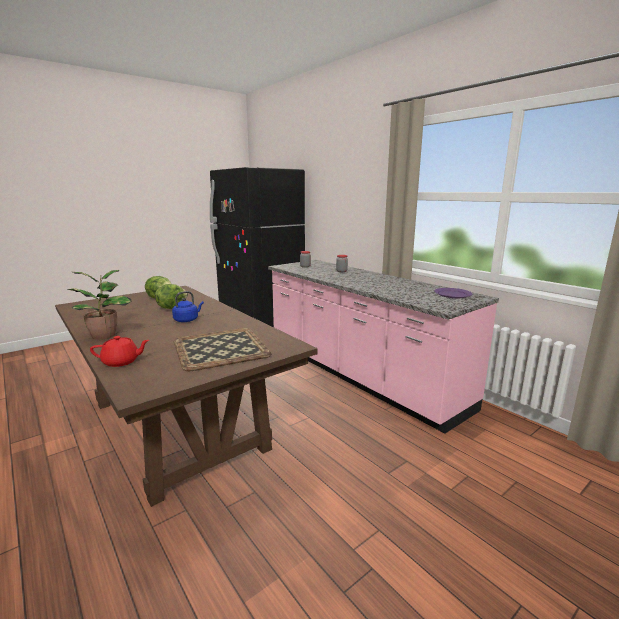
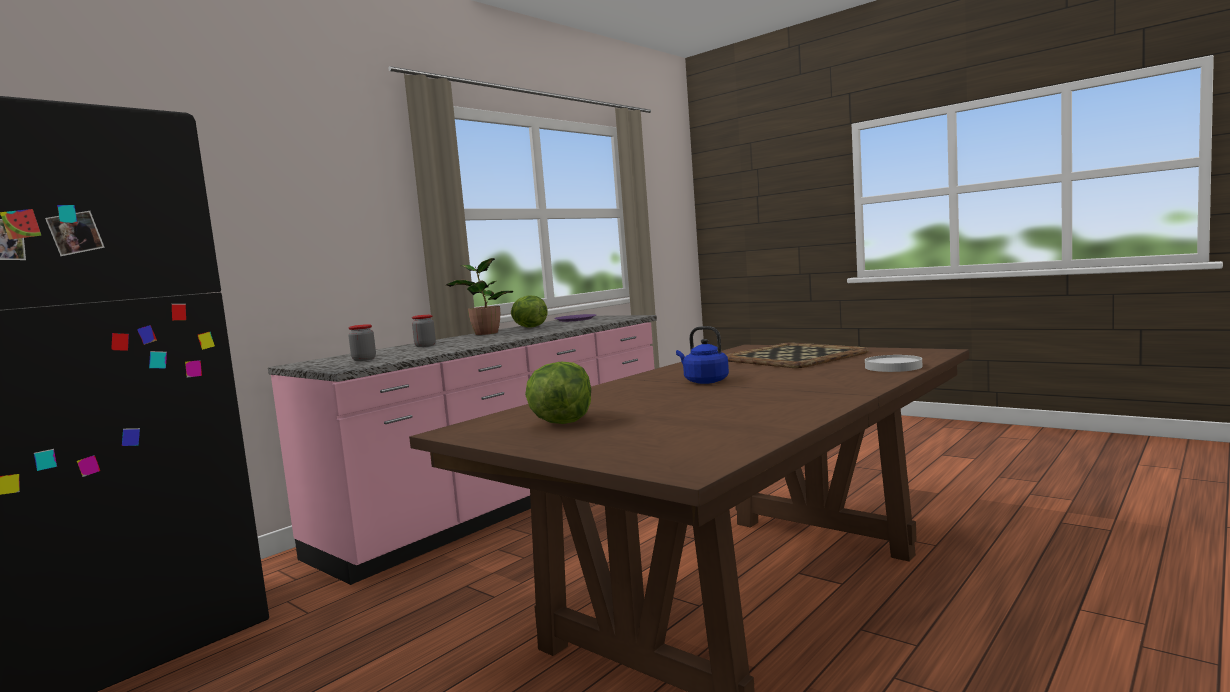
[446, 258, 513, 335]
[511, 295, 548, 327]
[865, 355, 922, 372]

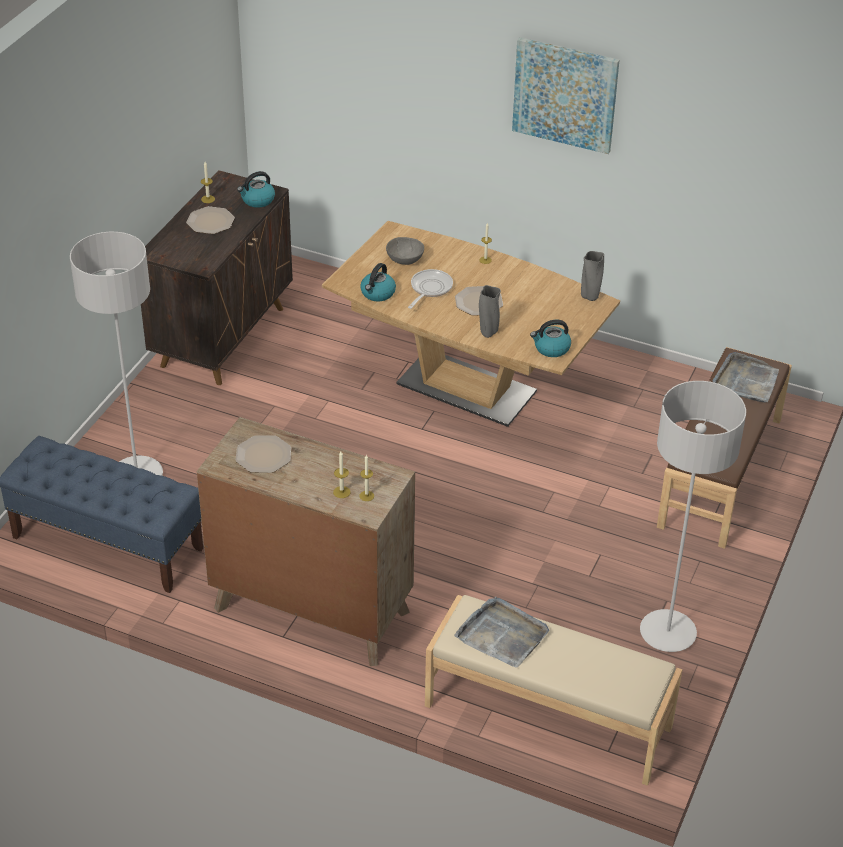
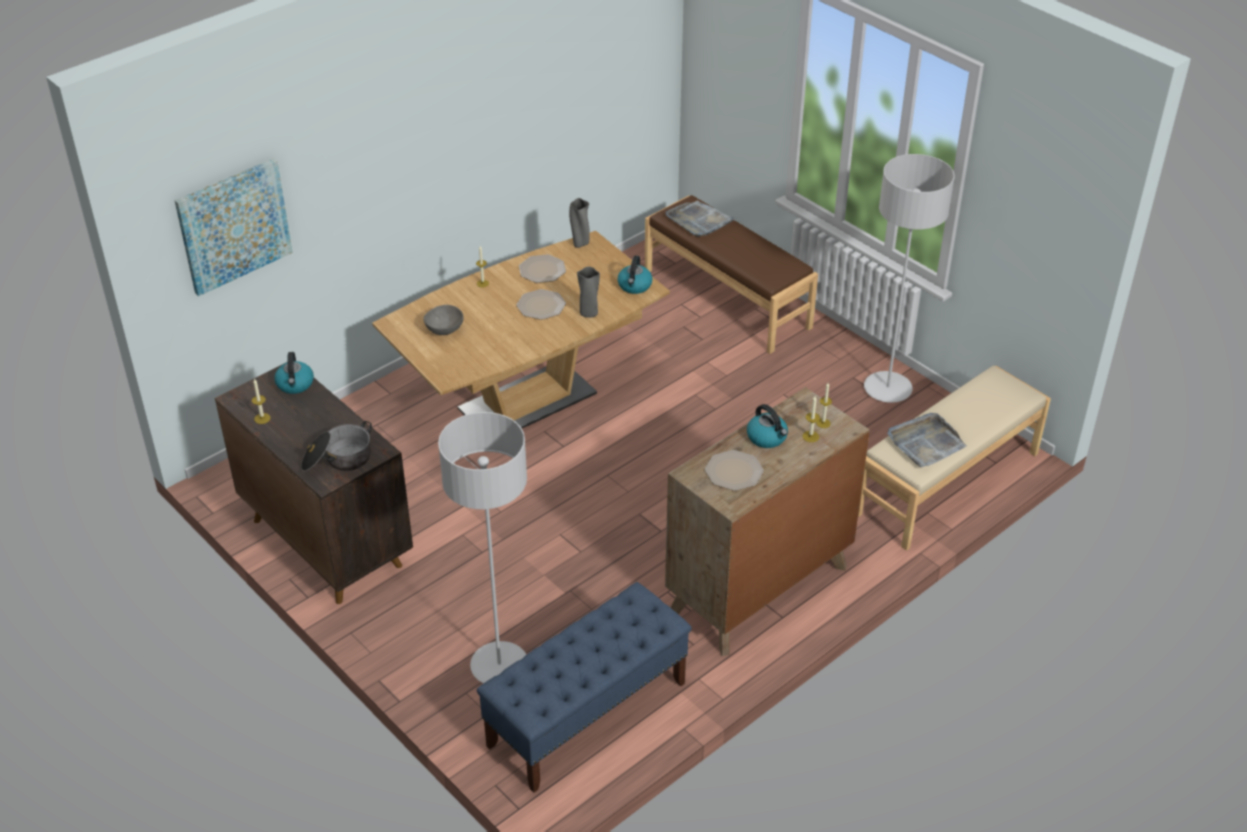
[175, 158, 293, 296]
[301, 421, 372, 471]
[519, 254, 566, 283]
[747, 404, 788, 448]
[408, 269, 453, 309] (first image)

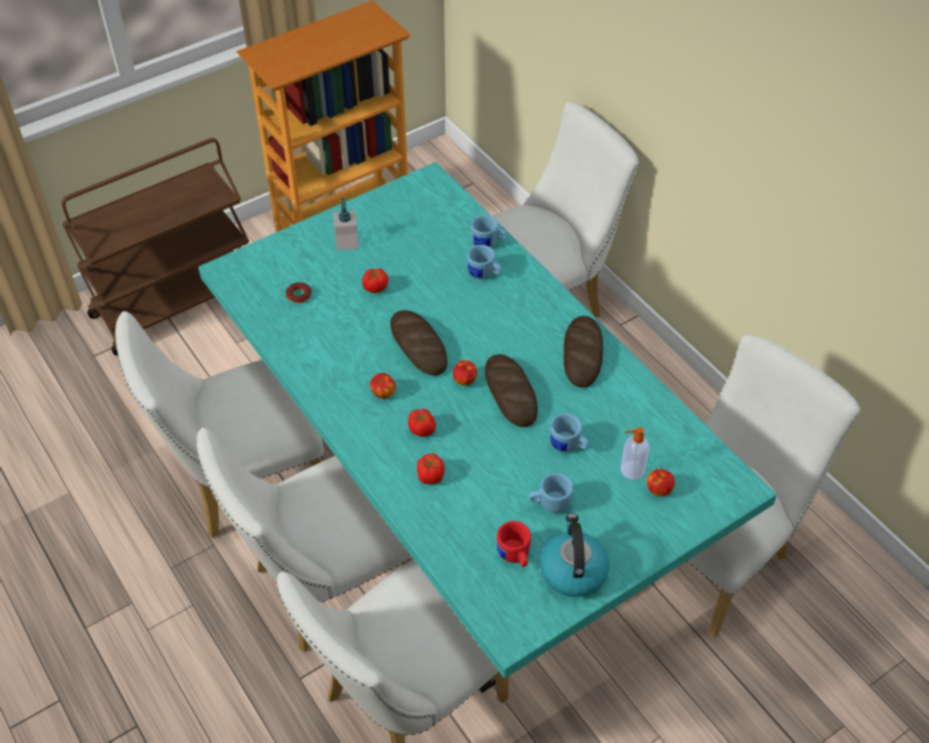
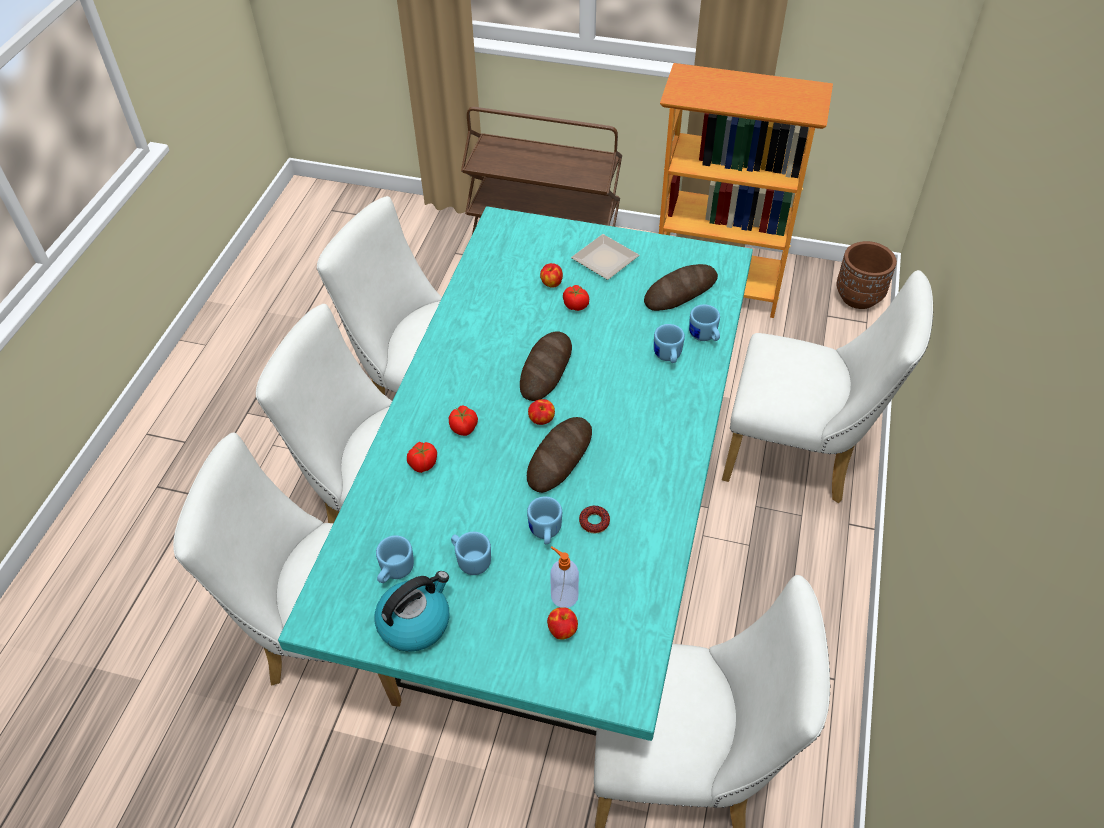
[376, 535, 414, 583]
[540, 263, 563, 288]
[571, 234, 639, 280]
[579, 506, 610, 534]
[644, 264, 718, 311]
[836, 241, 897, 309]

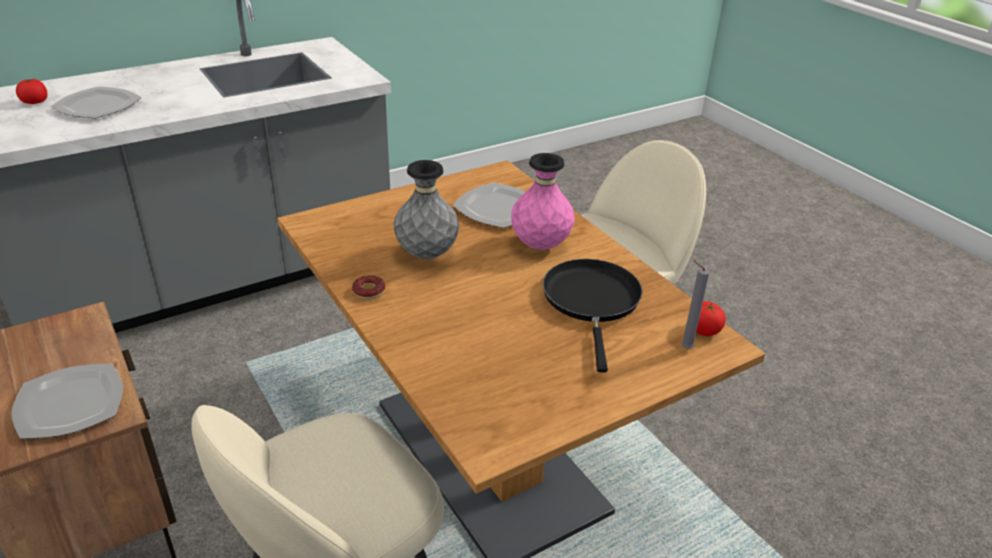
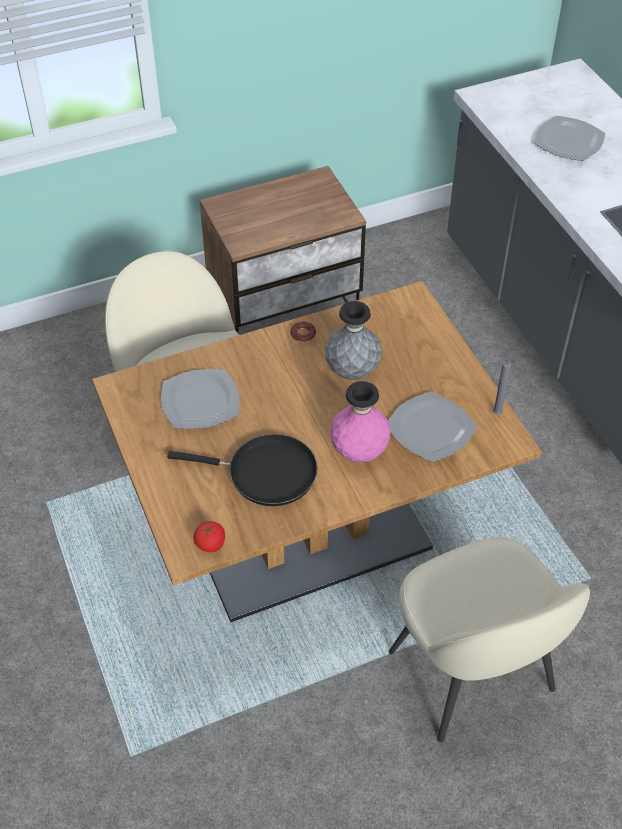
[161, 369, 240, 429]
[493, 352, 511, 415]
[16, 78, 47, 104] (first image)

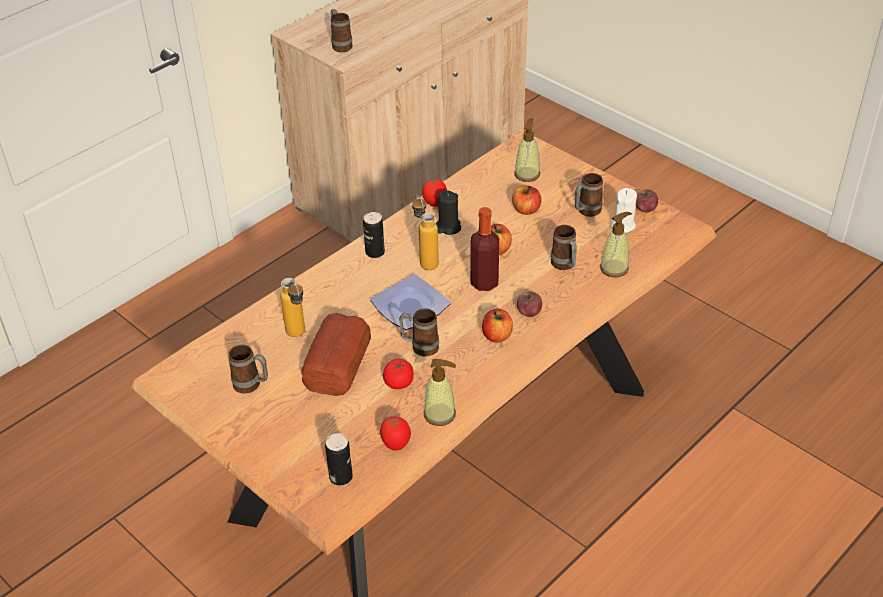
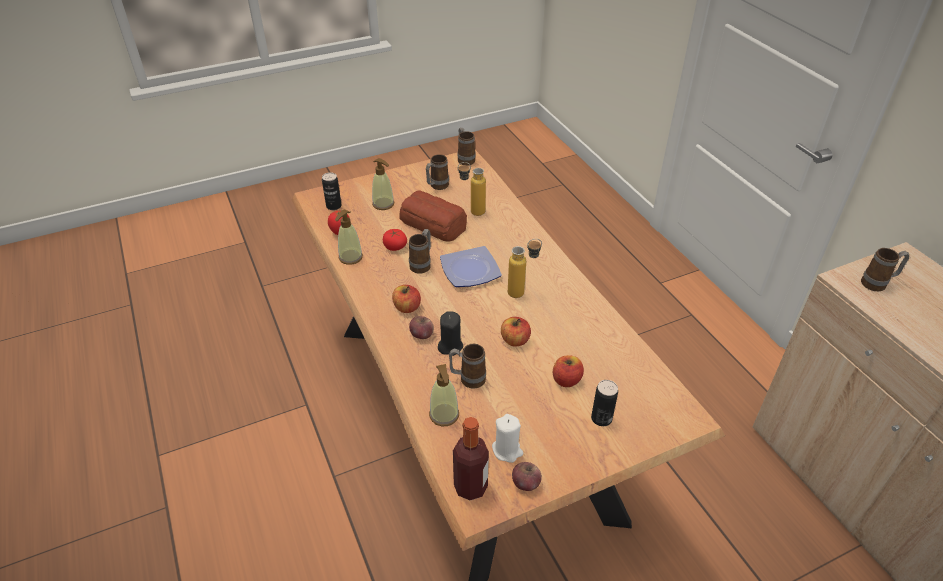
[372, 158, 394, 210]
[438, 311, 463, 356]
[453, 417, 489, 500]
[457, 128, 476, 166]
[591, 380, 618, 426]
[422, 179, 447, 207] (first image)

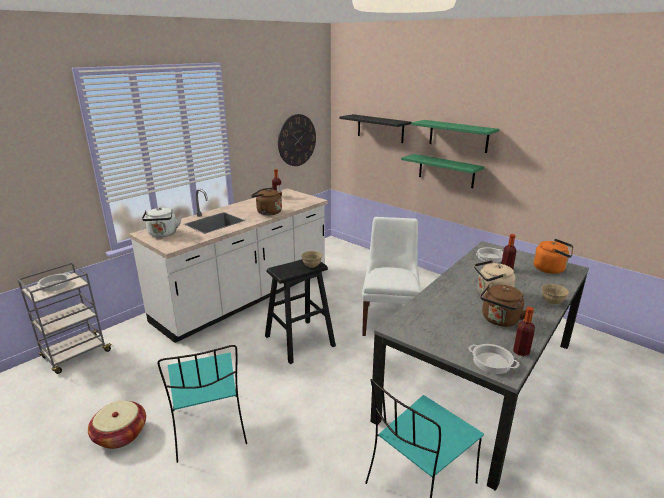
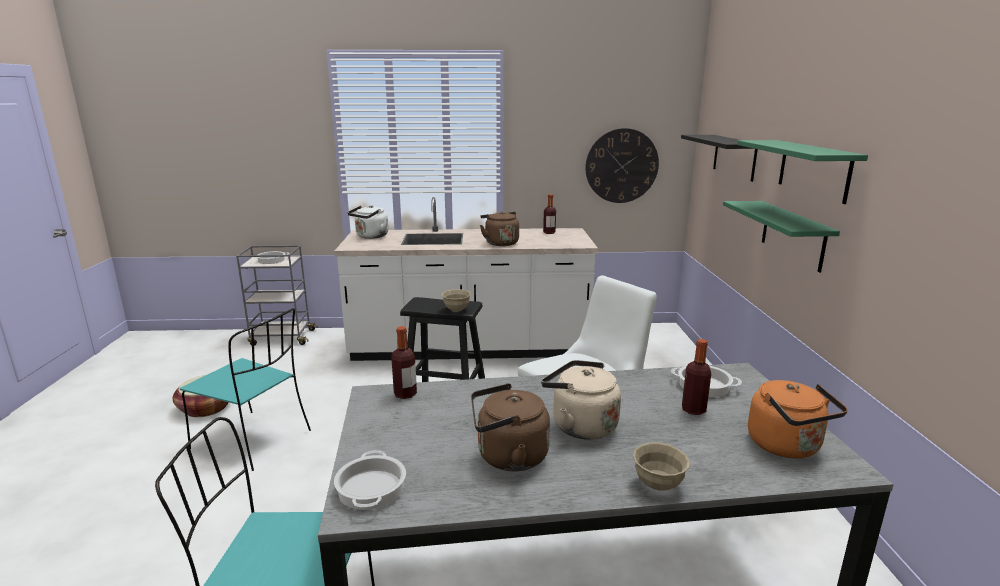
[180, 308, 311, 471]
[391, 326, 417, 399]

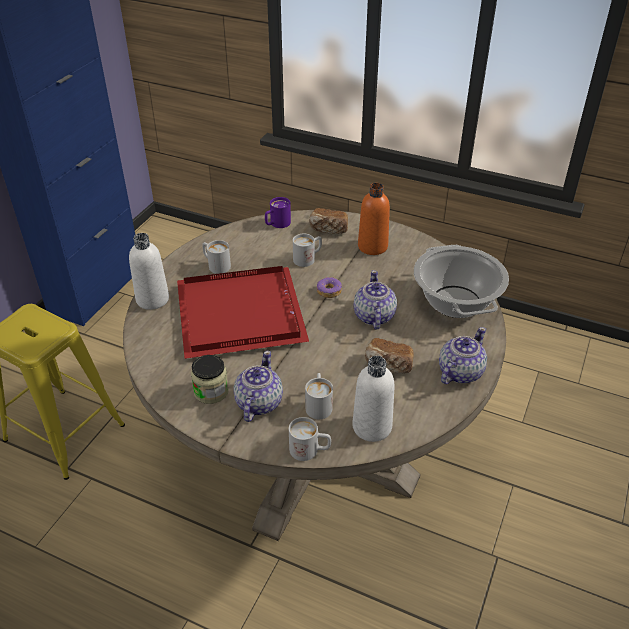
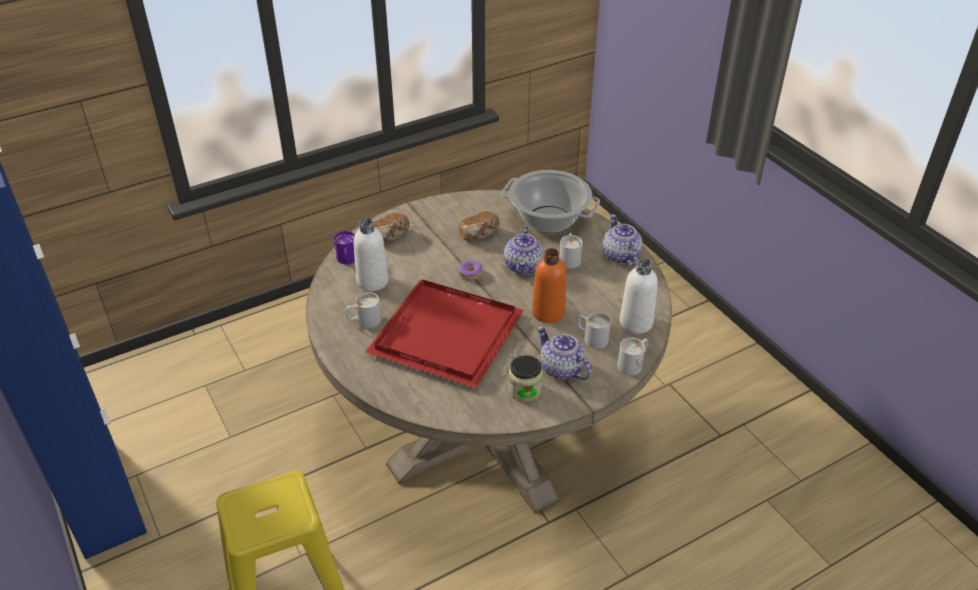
[354, 218, 389, 291]
[459, 211, 500, 242]
[504, 226, 544, 276]
[532, 248, 566, 323]
[559, 233, 583, 269]

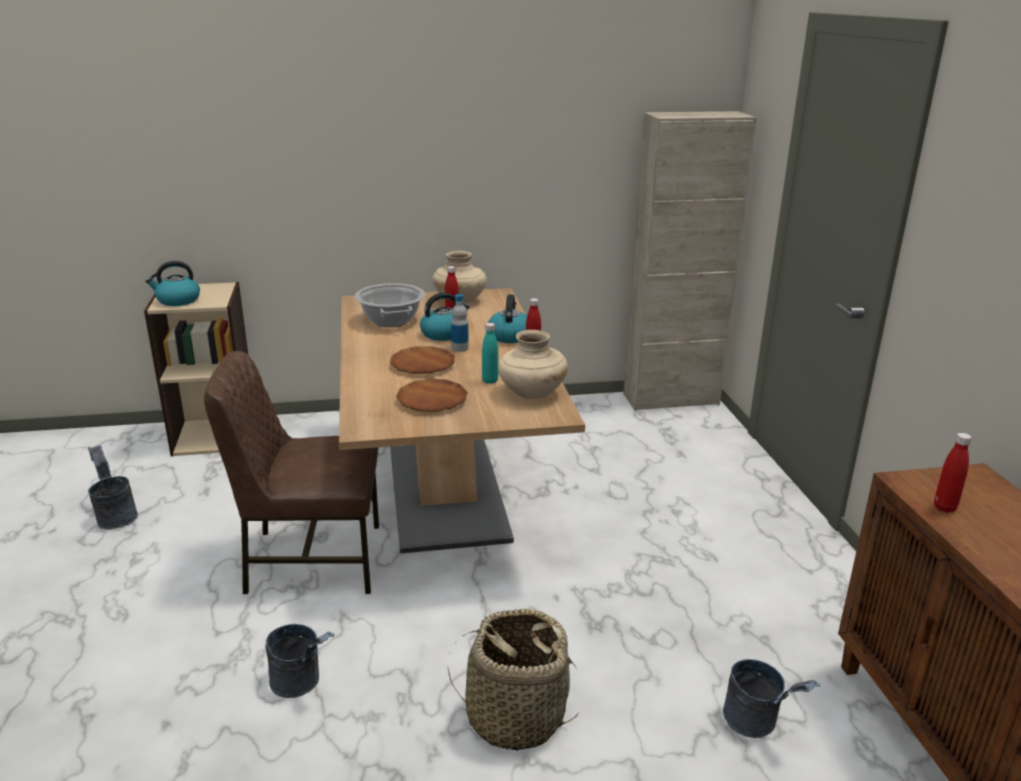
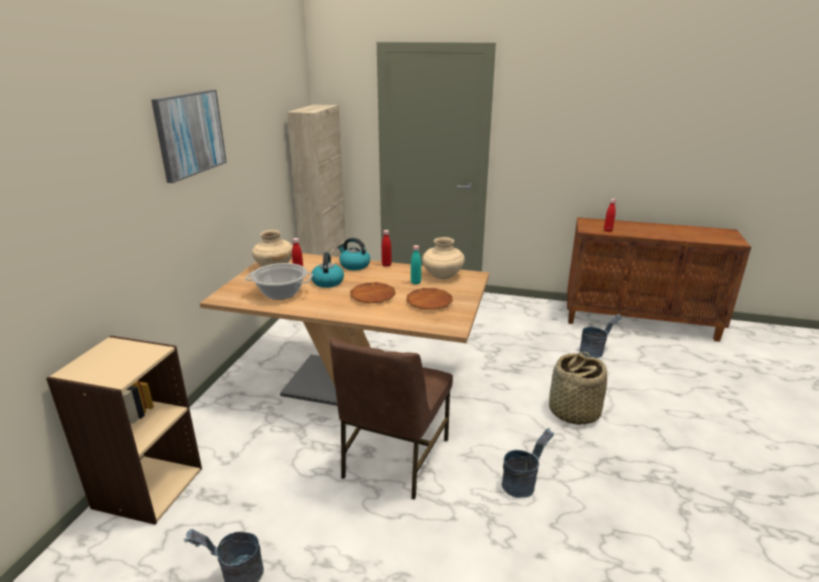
[151, 90, 227, 183]
[145, 261, 200, 306] (first image)
[451, 294, 469, 352] (first image)

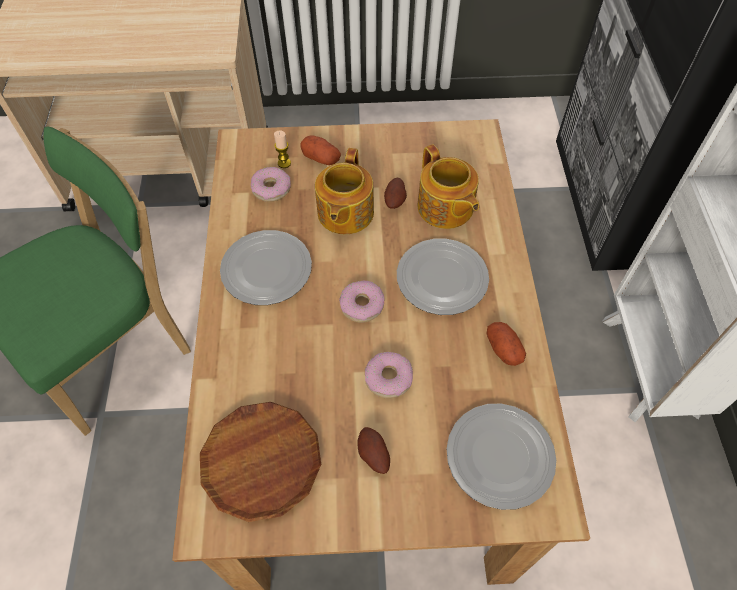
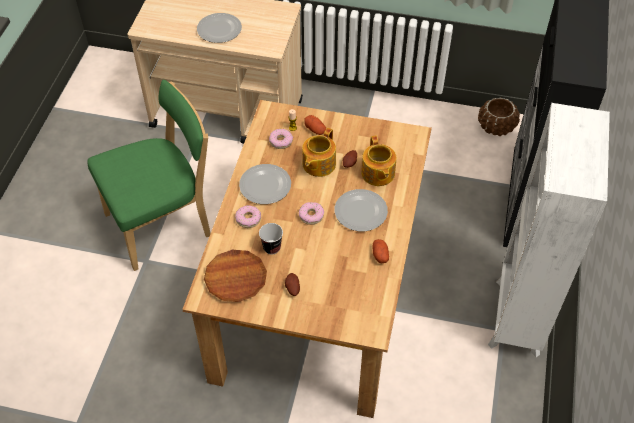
[197, 13, 242, 43]
[235, 205, 261, 228]
[259, 223, 283, 254]
[478, 97, 520, 136]

